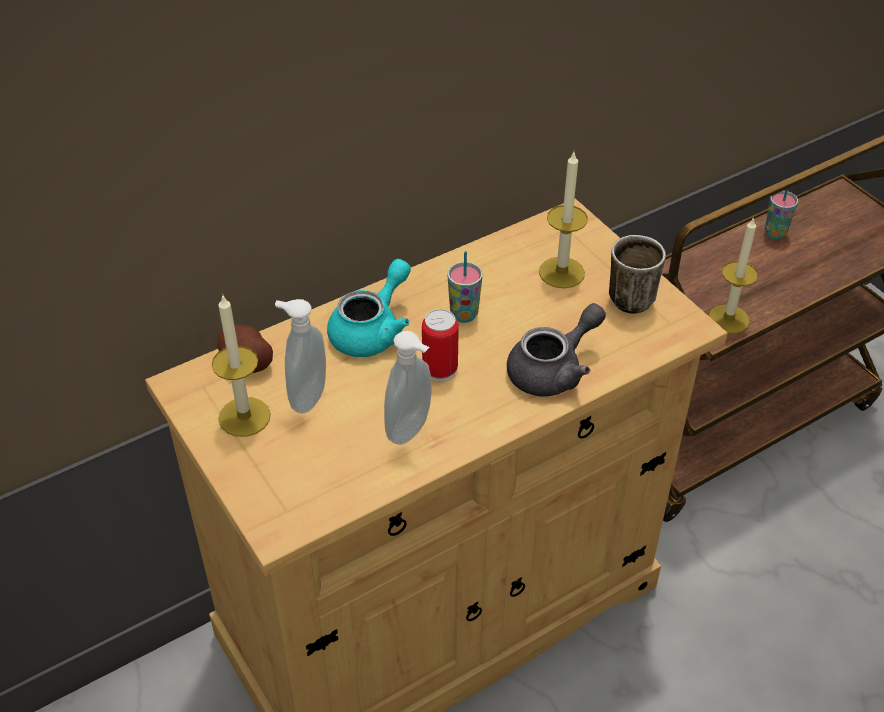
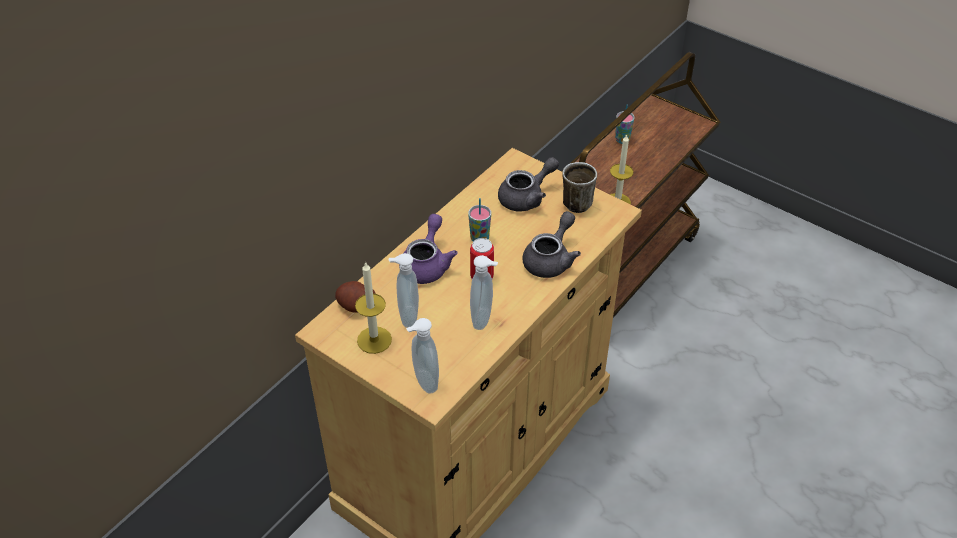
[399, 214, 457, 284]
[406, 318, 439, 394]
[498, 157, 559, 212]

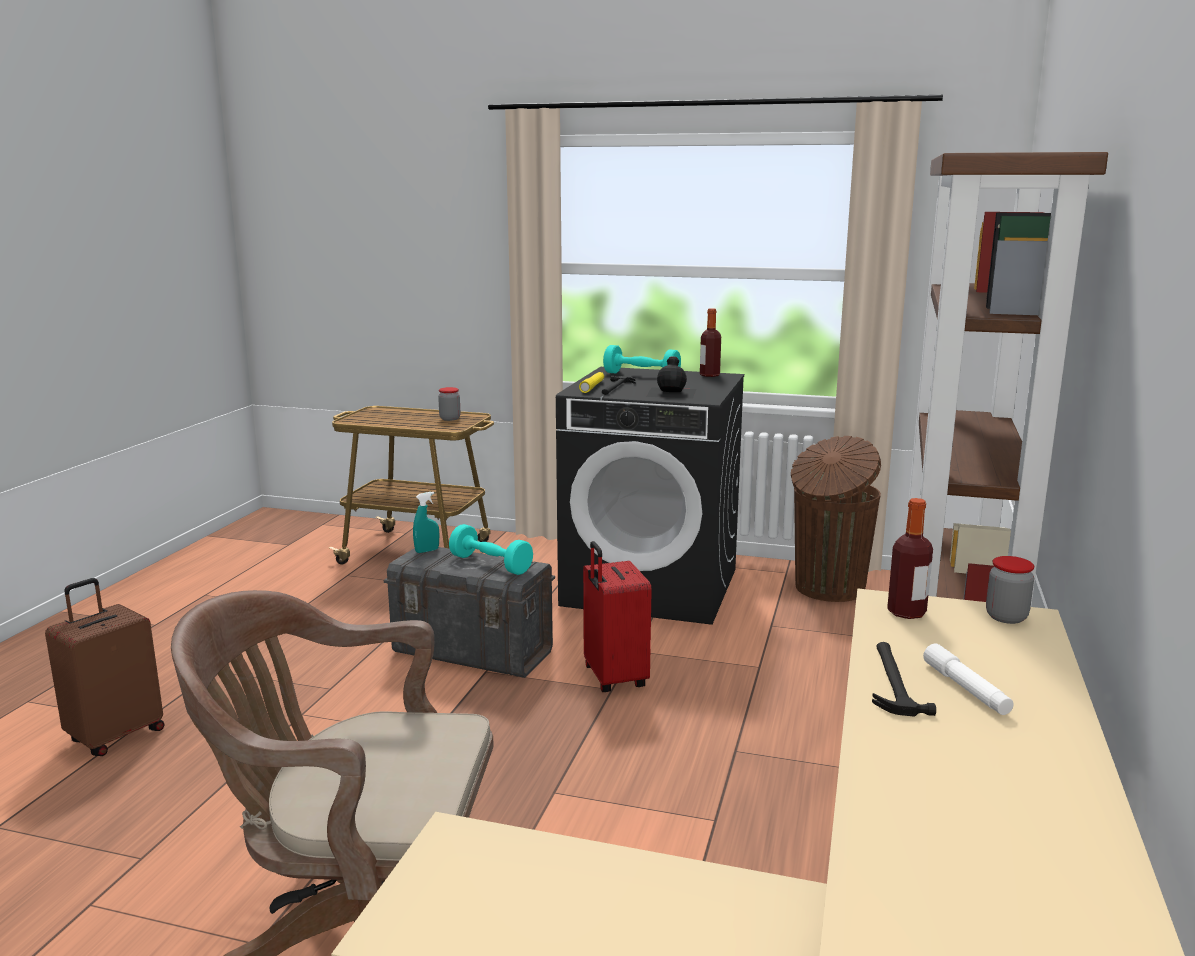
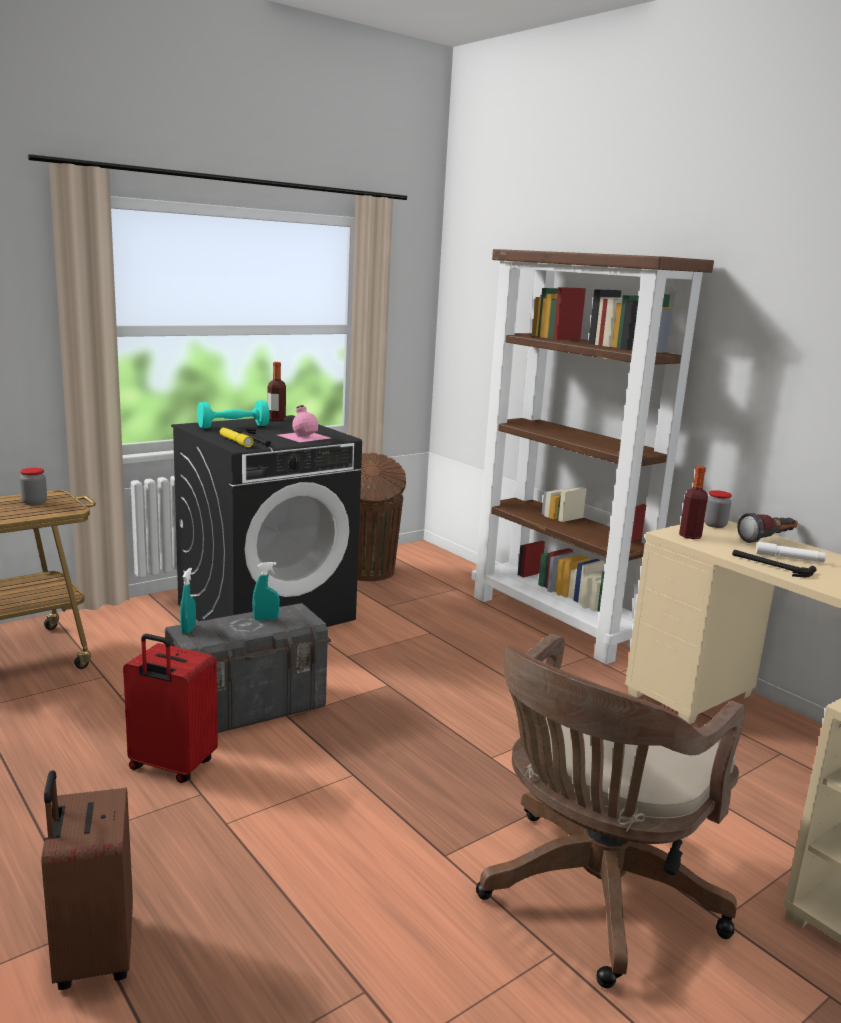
[123, 634, 218, 783]
[252, 562, 280, 621]
[278, 405, 330, 442]
[737, 513, 798, 543]

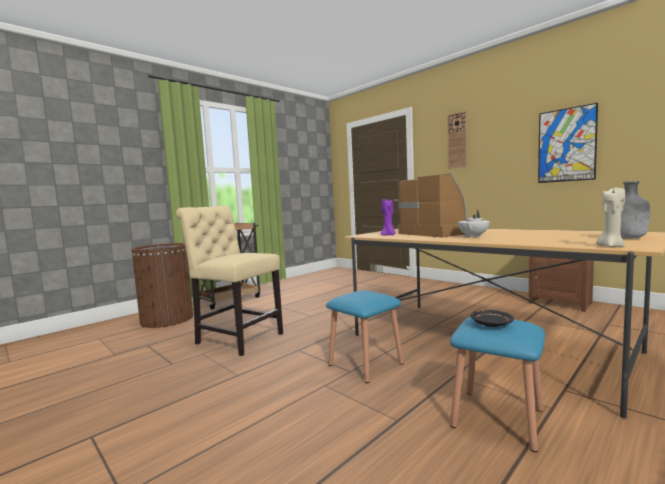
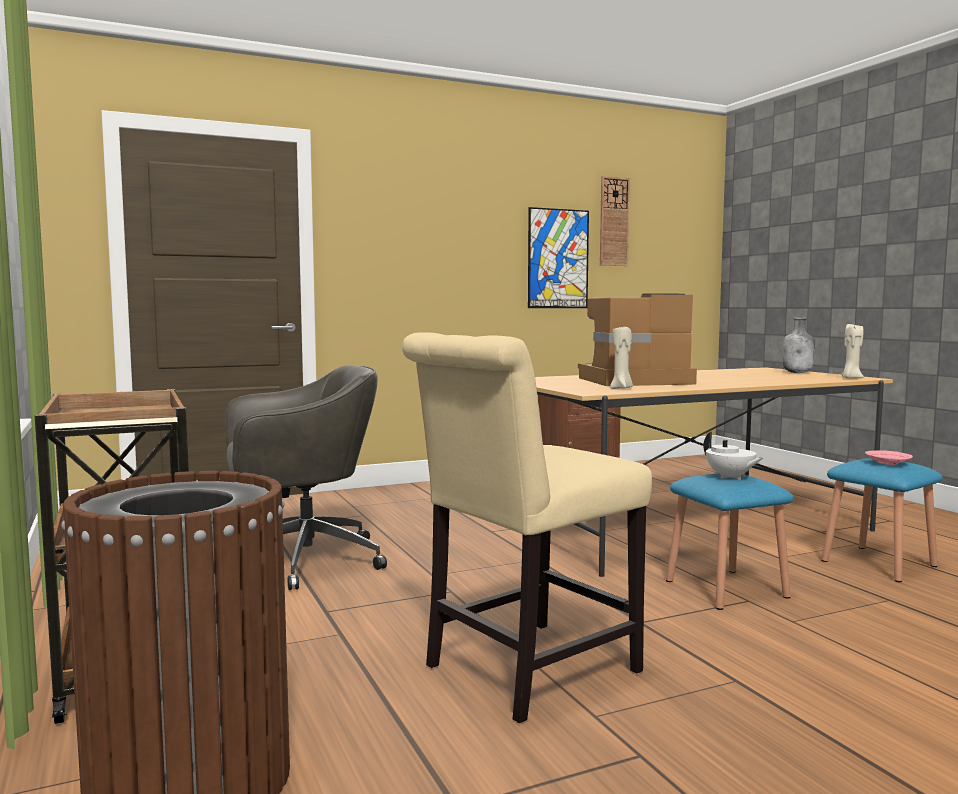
[225, 365, 387, 590]
[600, 176, 630, 266]
[610, 327, 633, 389]
[704, 432, 763, 480]
[865, 450, 913, 465]

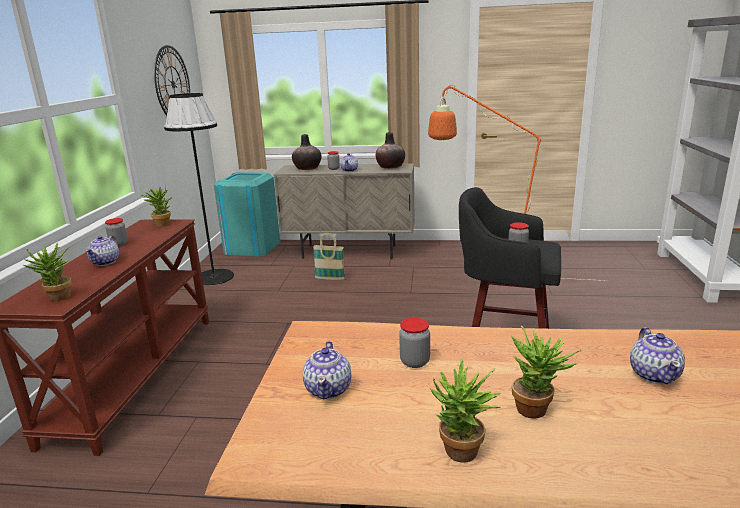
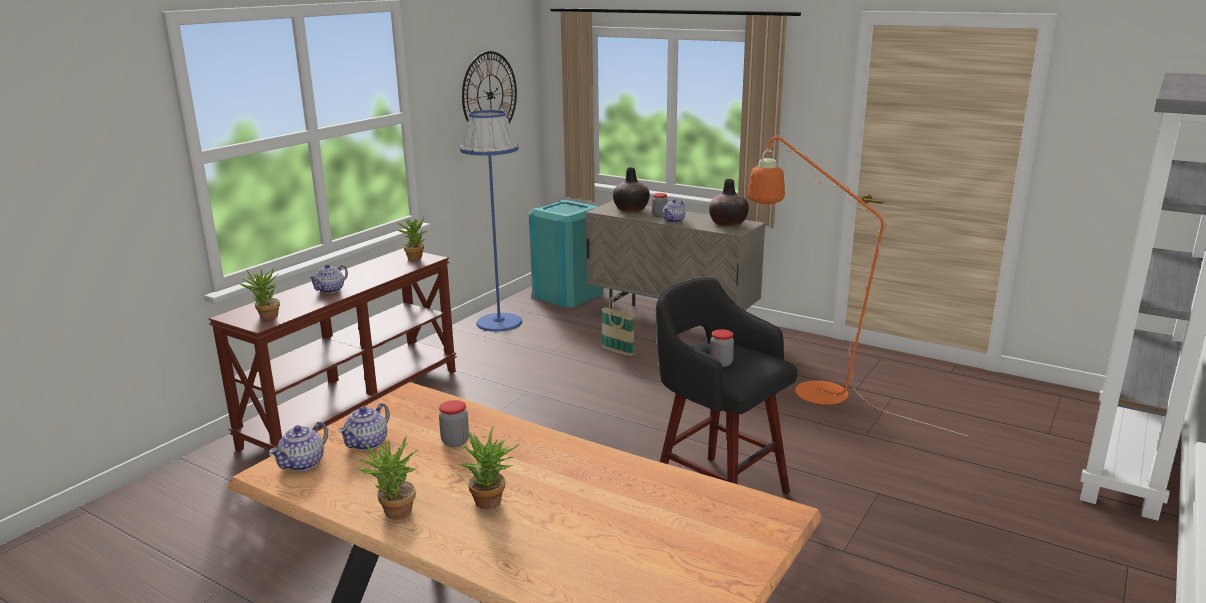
[269, 421, 328, 471]
[460, 110, 522, 332]
[105, 218, 128, 247] (first image)

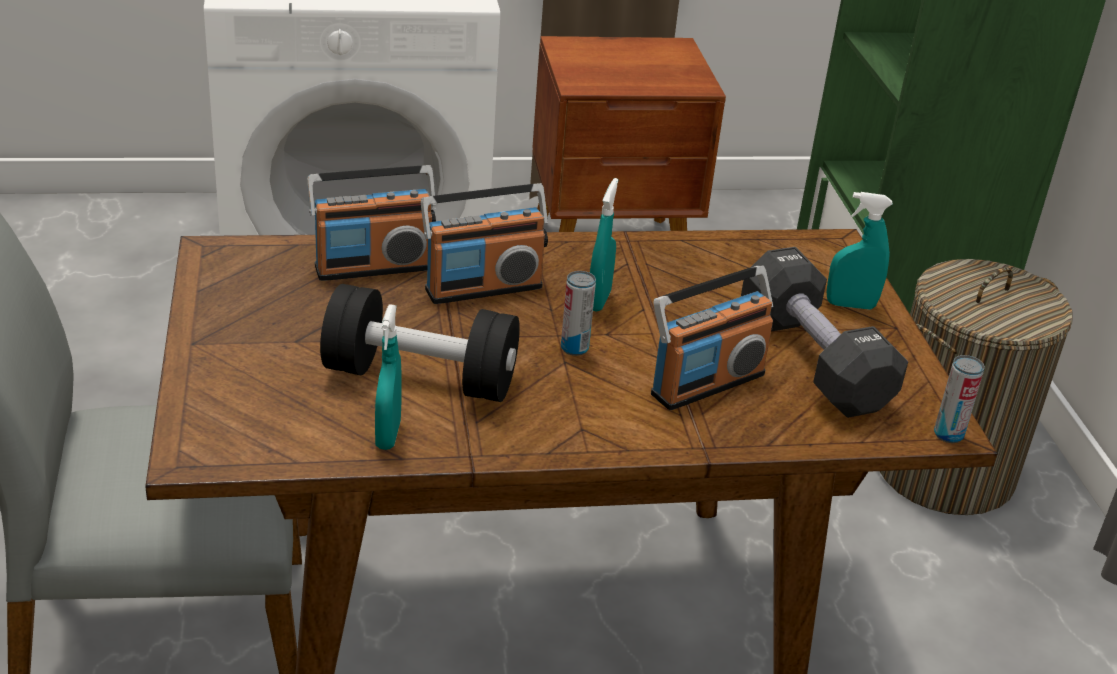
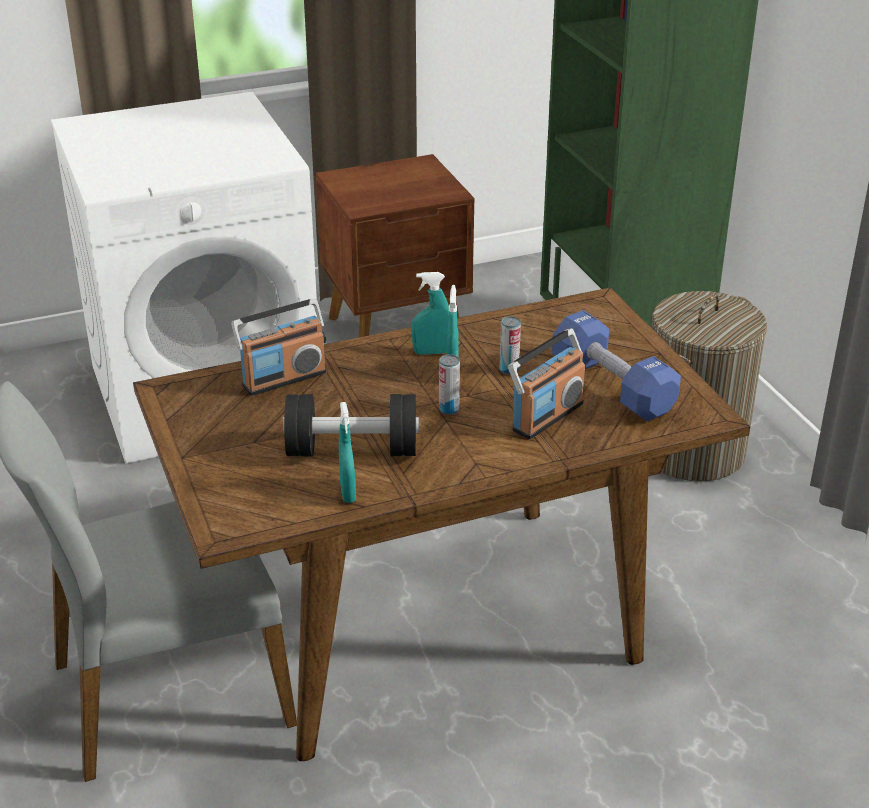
[412, 272, 449, 355]
[500, 316, 521, 375]
[552, 310, 681, 421]
[421, 183, 548, 304] (first image)

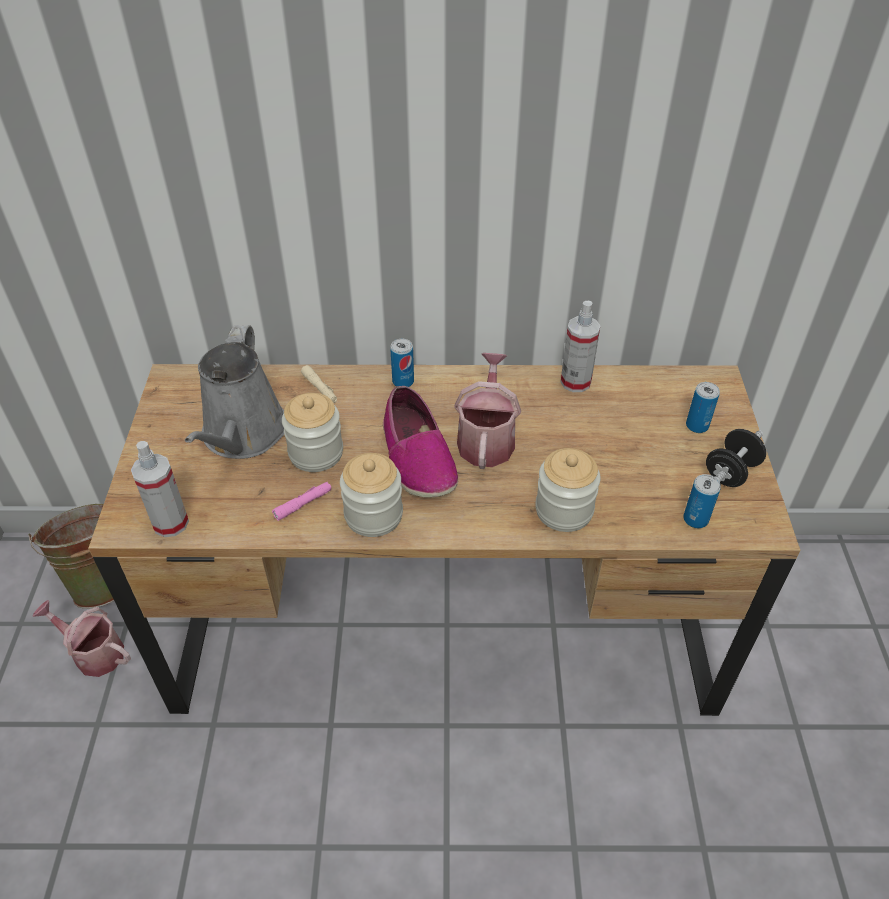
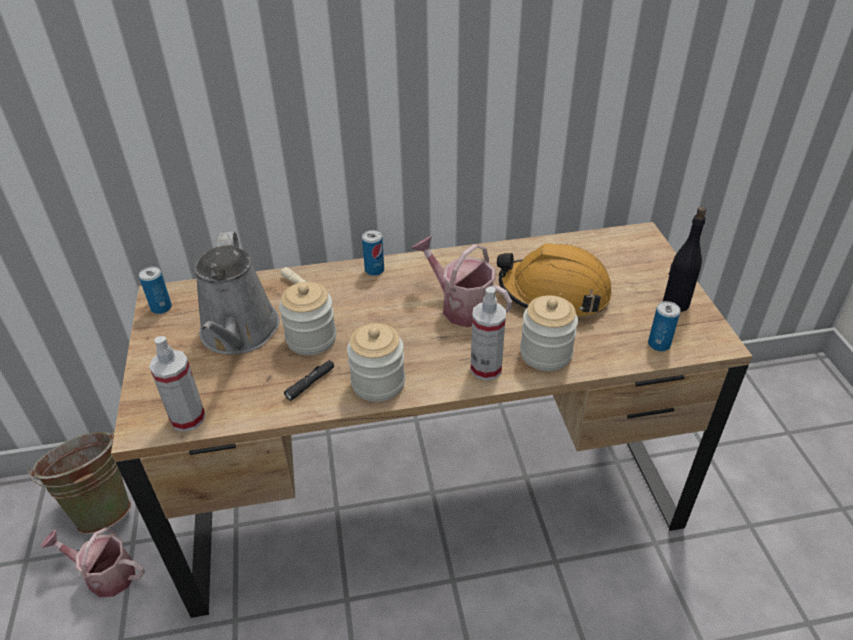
[139, 267, 172, 314]
[284, 360, 334, 401]
[411, 236, 512, 327]
[471, 287, 506, 381]
[497, 243, 612, 316]
[663, 207, 706, 312]
[383, 386, 458, 498] (first image)

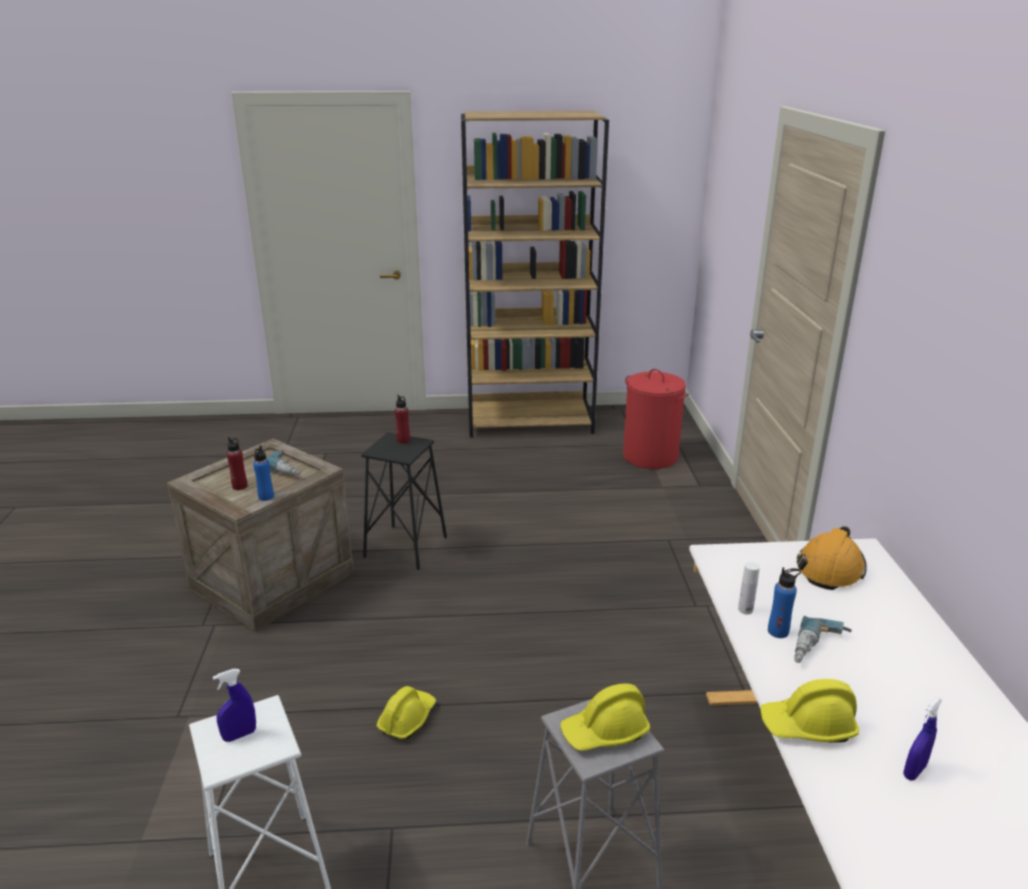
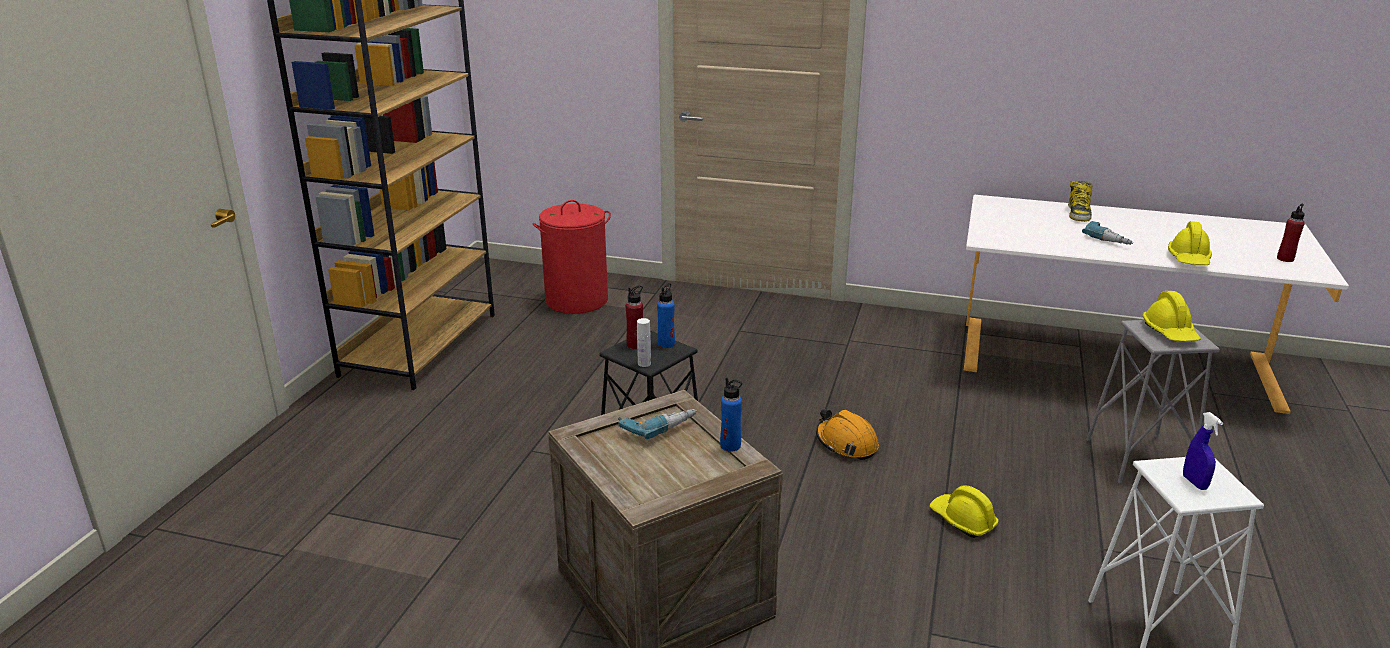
[637, 318, 651, 367]
[657, 283, 675, 348]
[816, 409, 879, 460]
[1068, 181, 1093, 222]
[1277, 204, 1305, 262]
[903, 698, 942, 781] (first image)

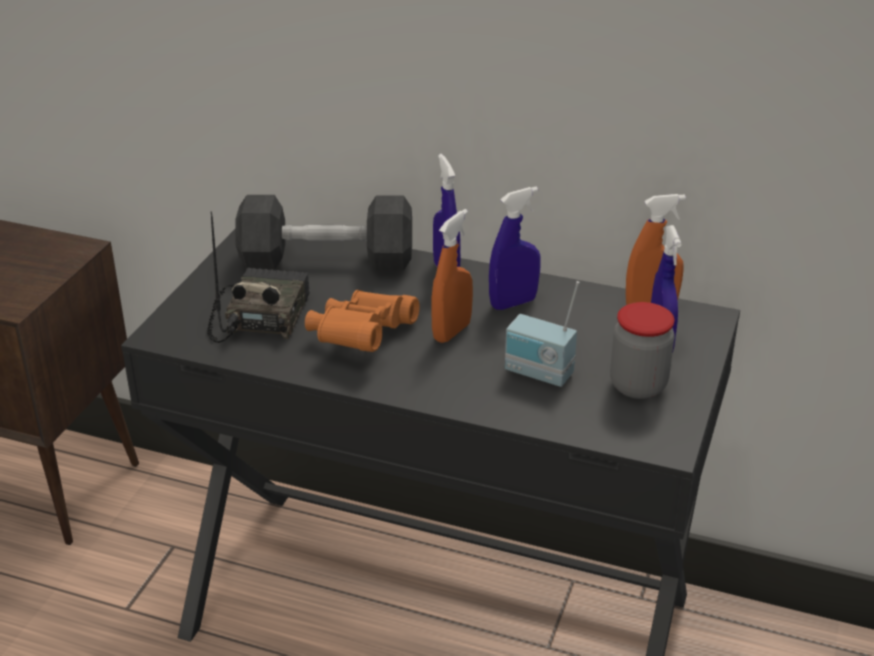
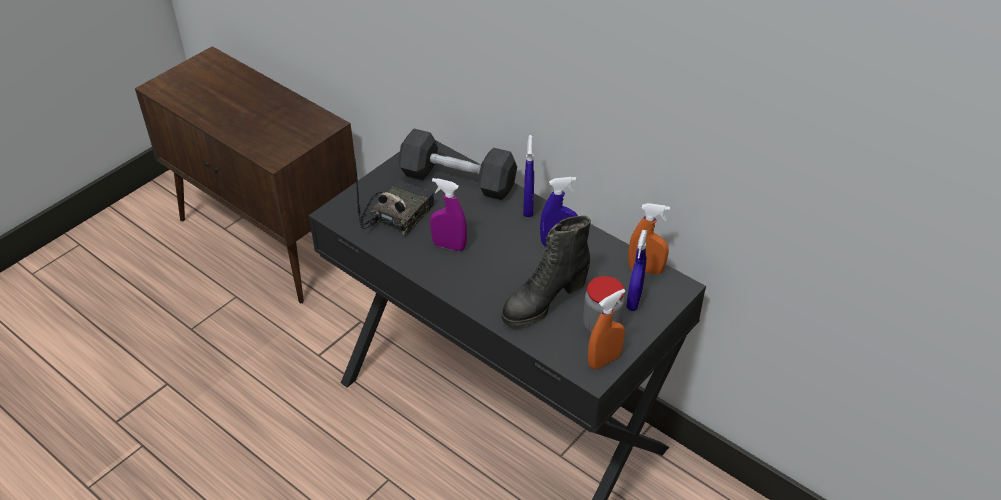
[430, 178, 467, 251]
[501, 216, 591, 327]
[588, 289, 626, 369]

